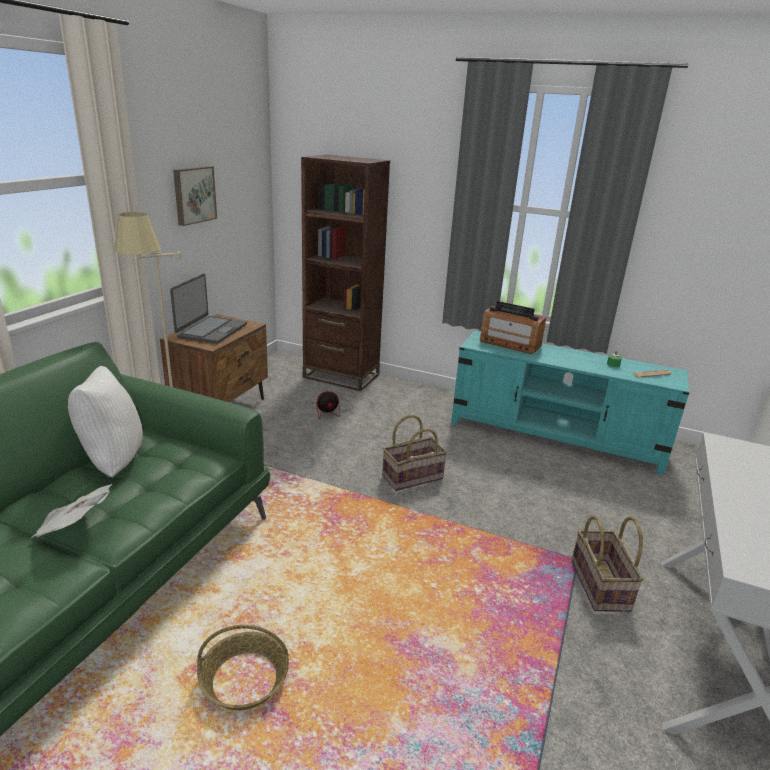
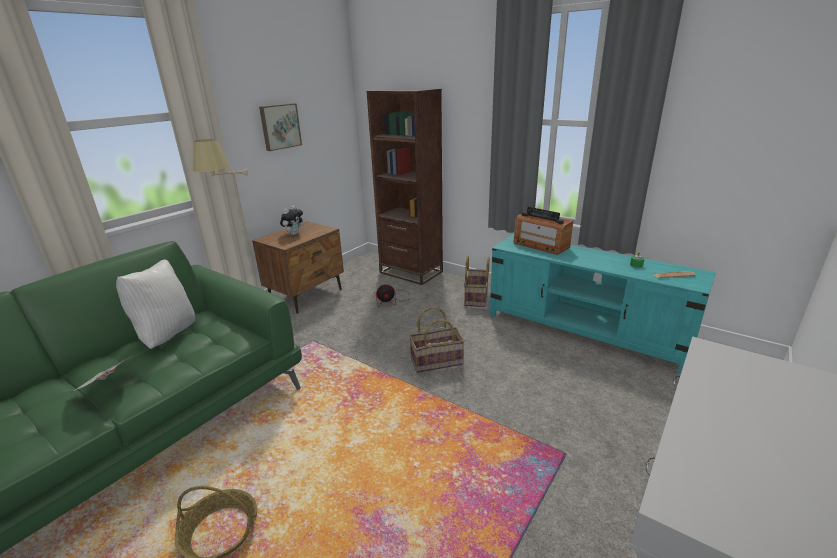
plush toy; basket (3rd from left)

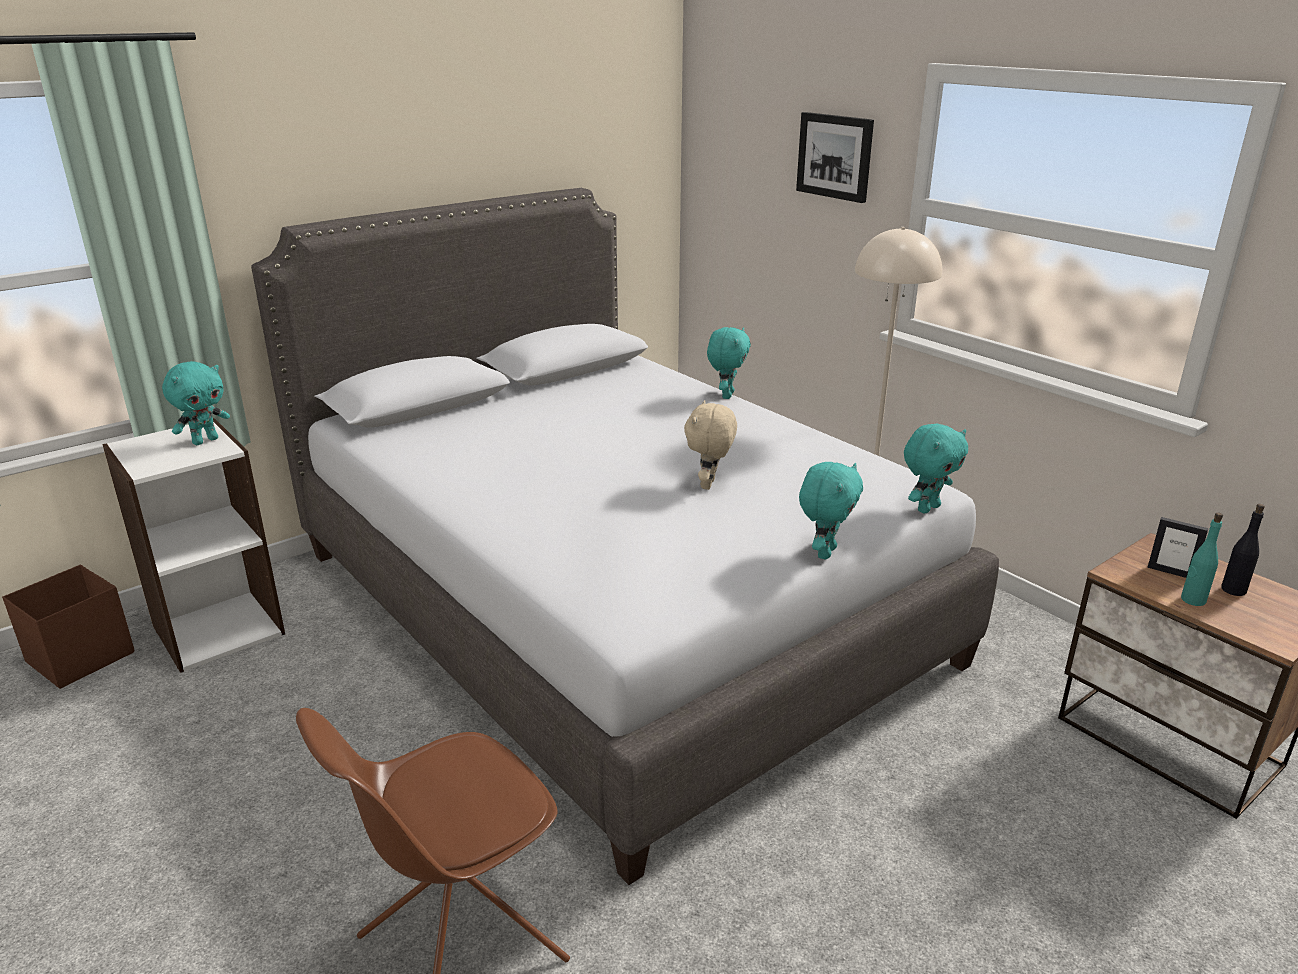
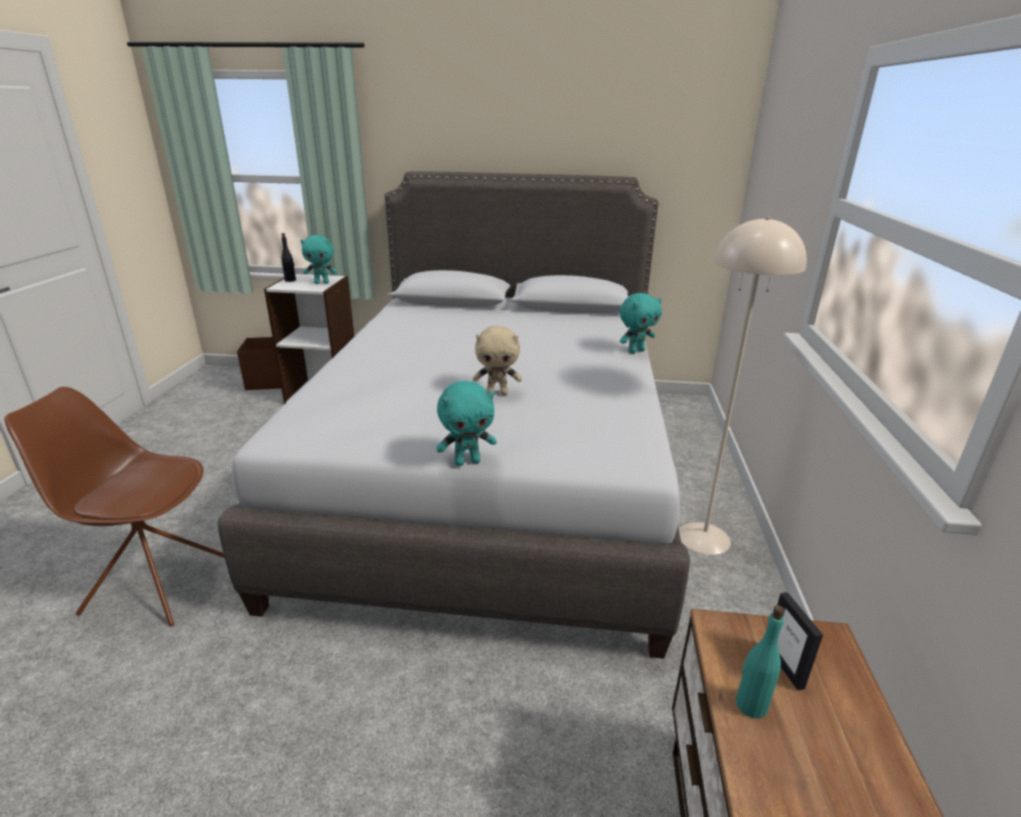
picture; plush toy (beige); plush toy (turquoise) (4th from left in the first image); bottle (black)

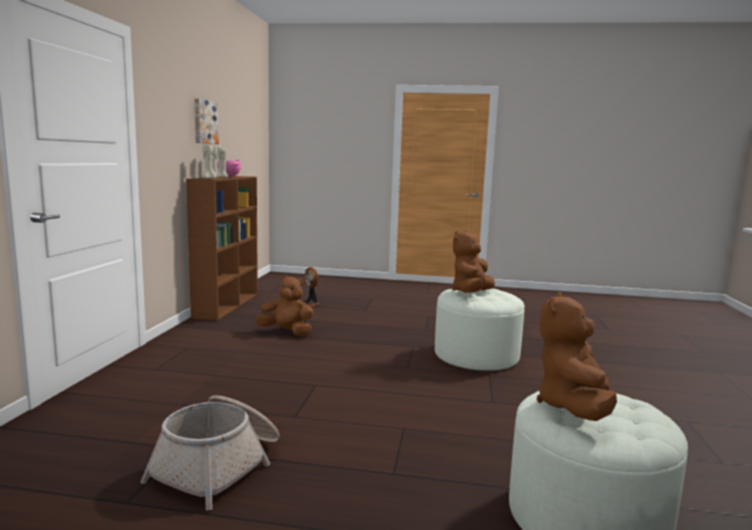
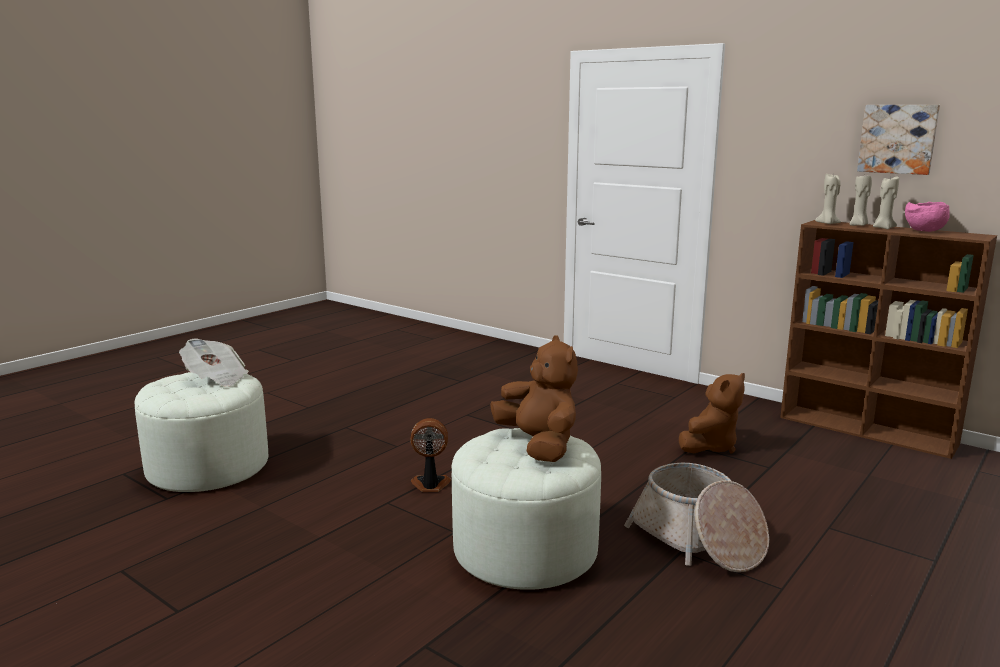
fan; newspaper; basket

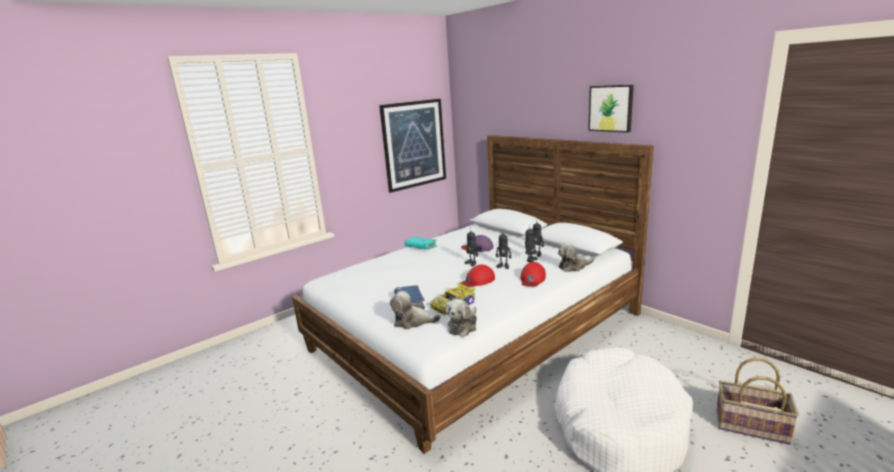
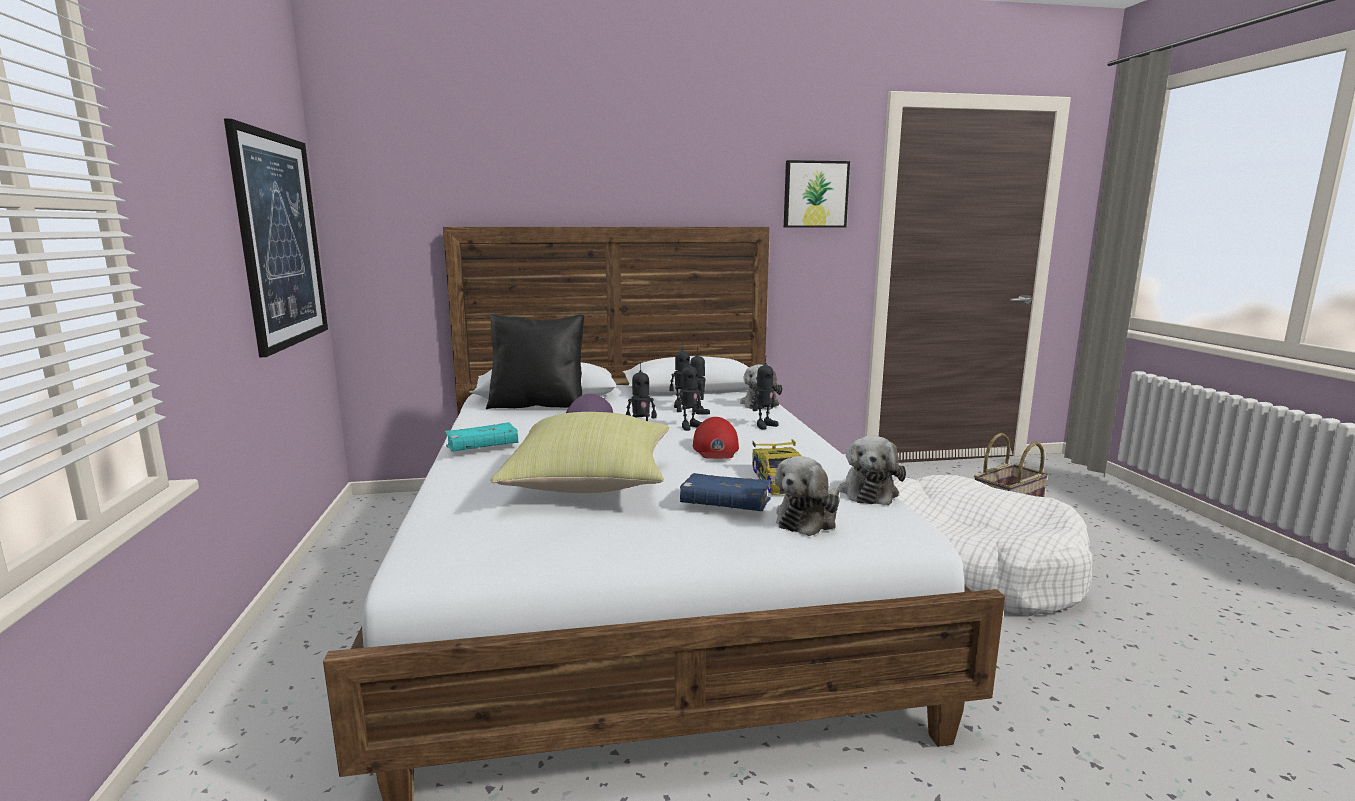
picture (2nd from left); toy robot (5th from left); plush toy (3rd from left); pillow (black); pillow (yellow)

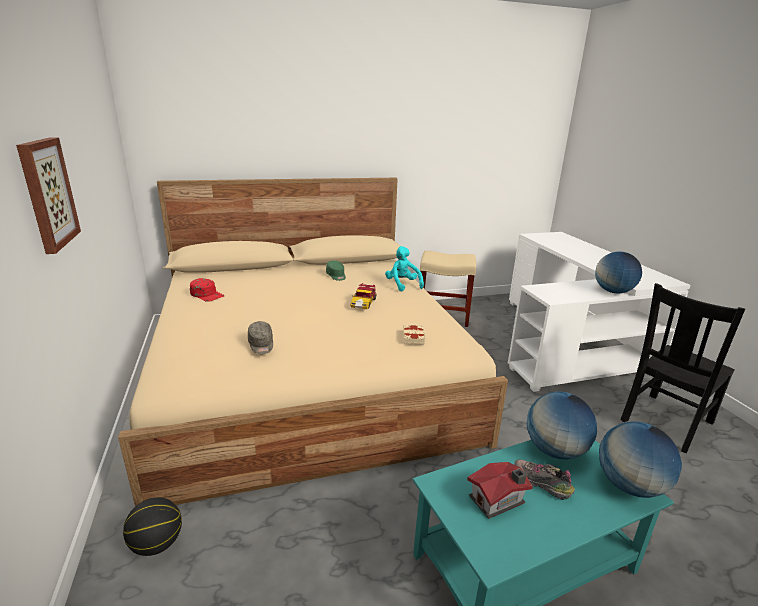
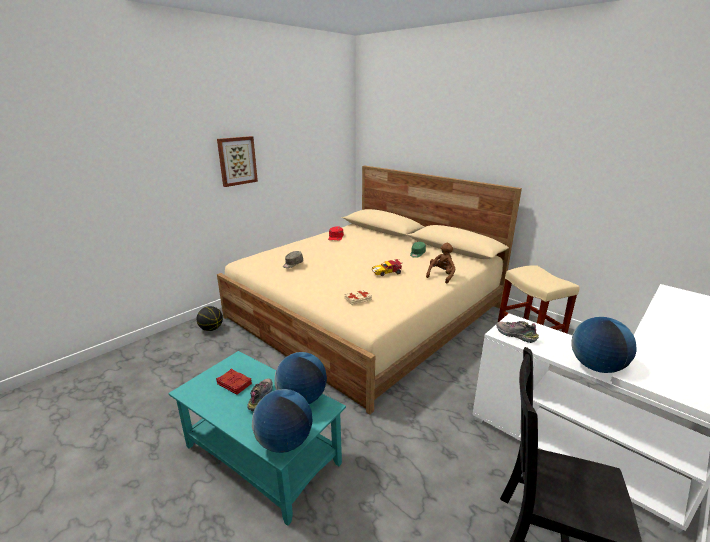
plush toy (brown); book (red); shoe (2nd from left)

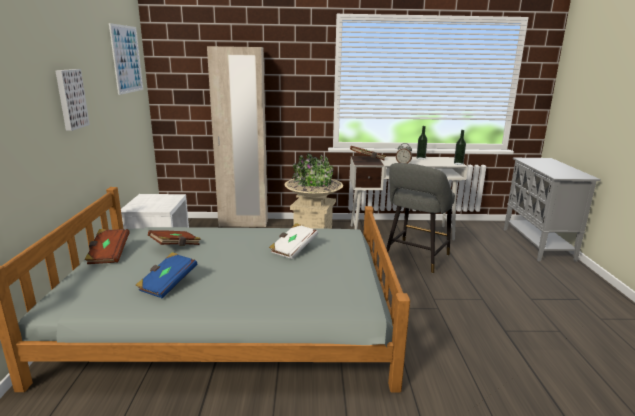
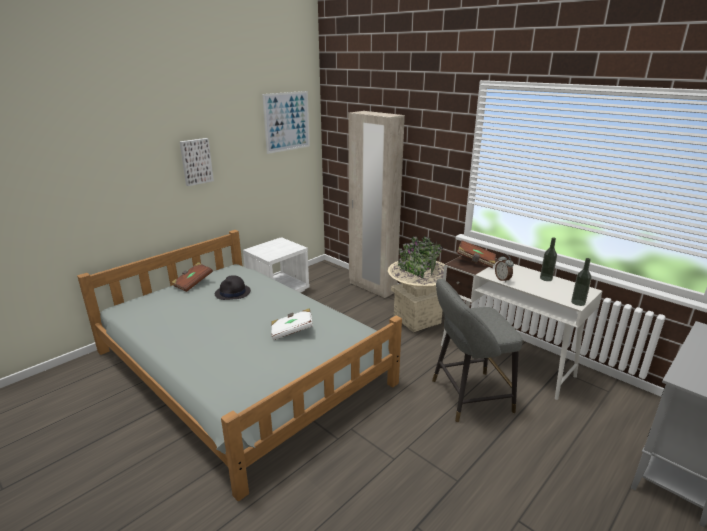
hat (black); book (blue)

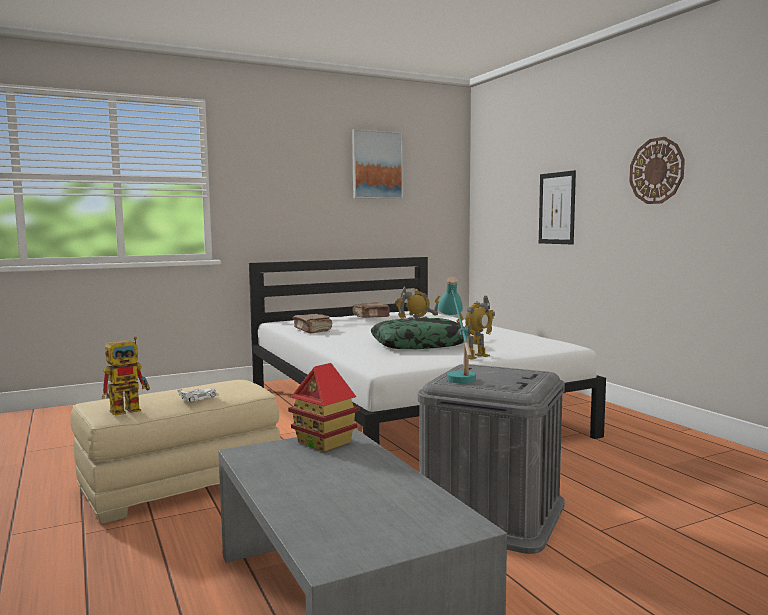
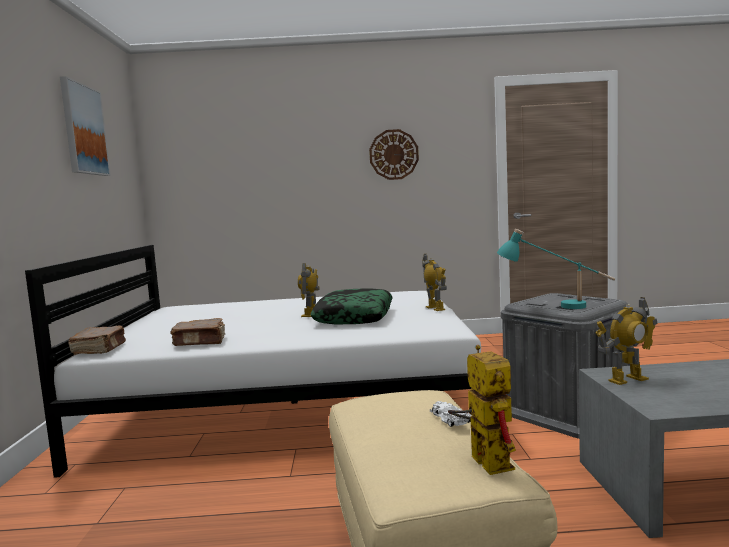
picture (2nd from left in the first image); book (brown) (1st from left); toy robot (4th from left)

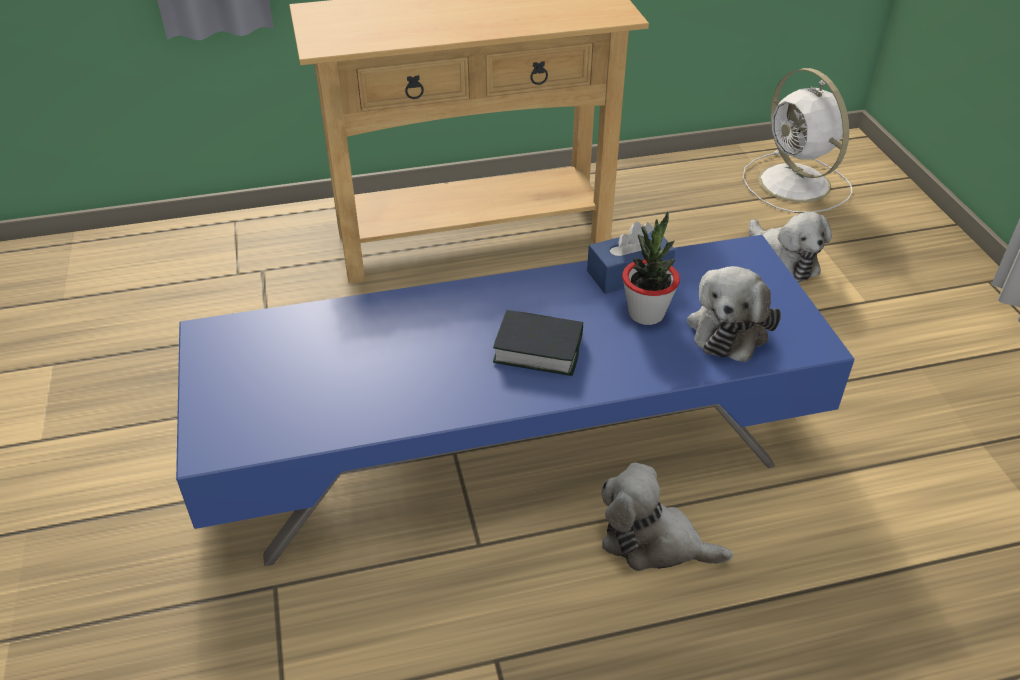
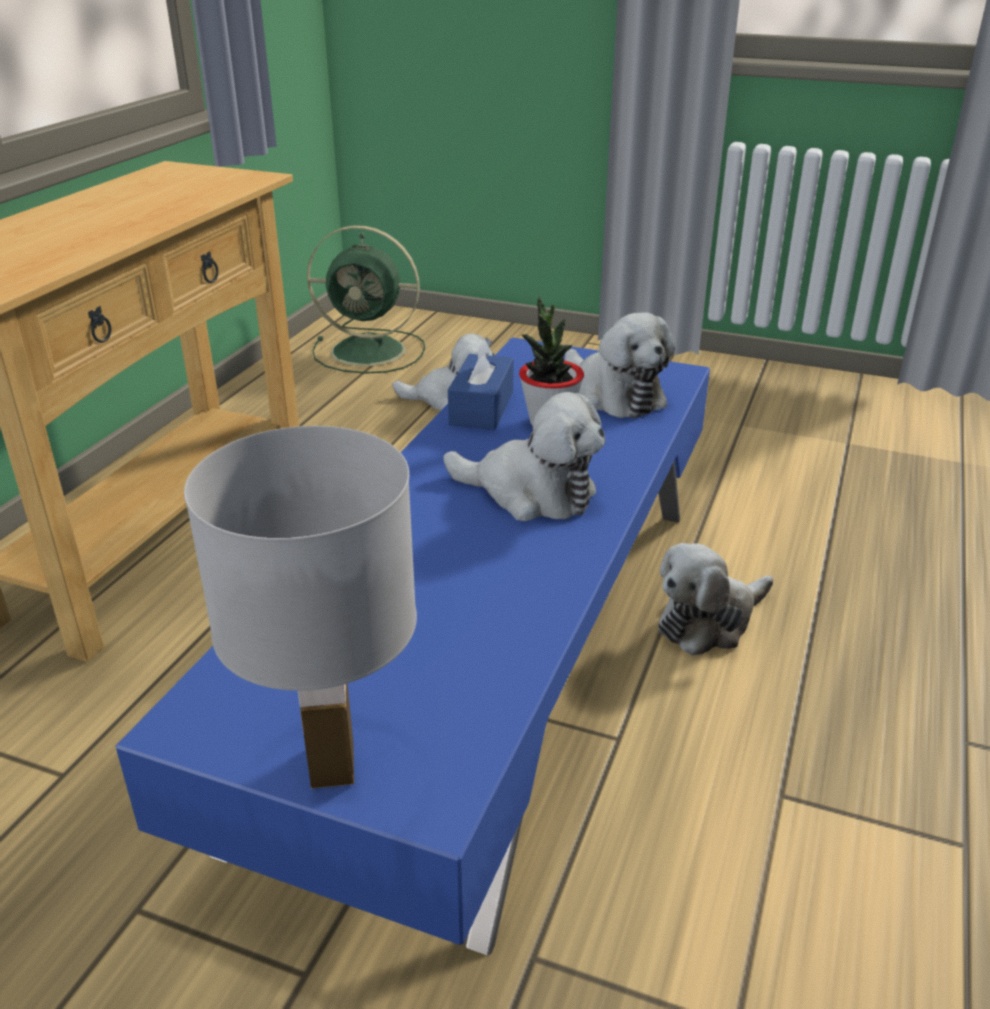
fan (green); plush toy (2nd from left); table lamp (white)

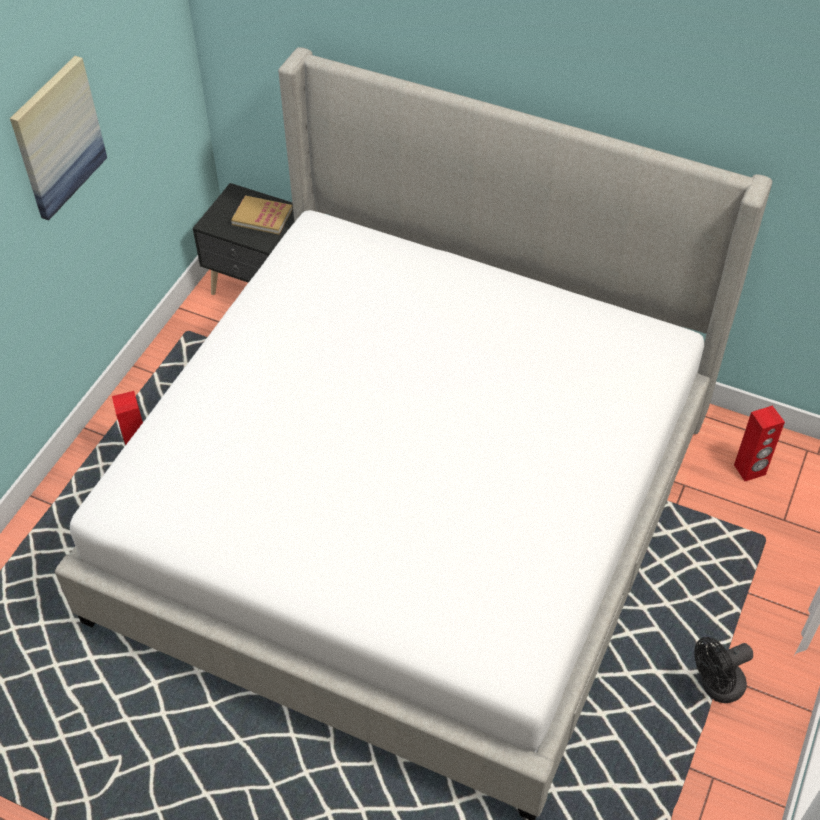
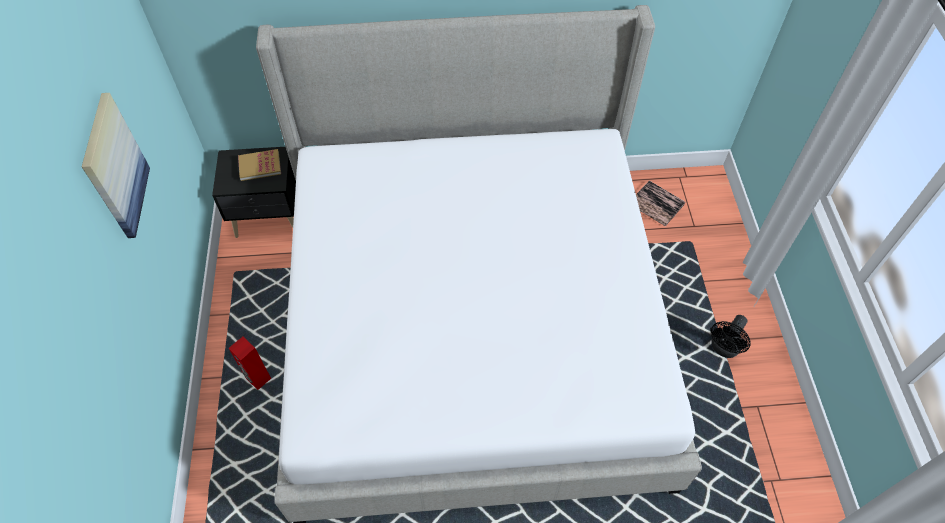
book (2nd from left)

